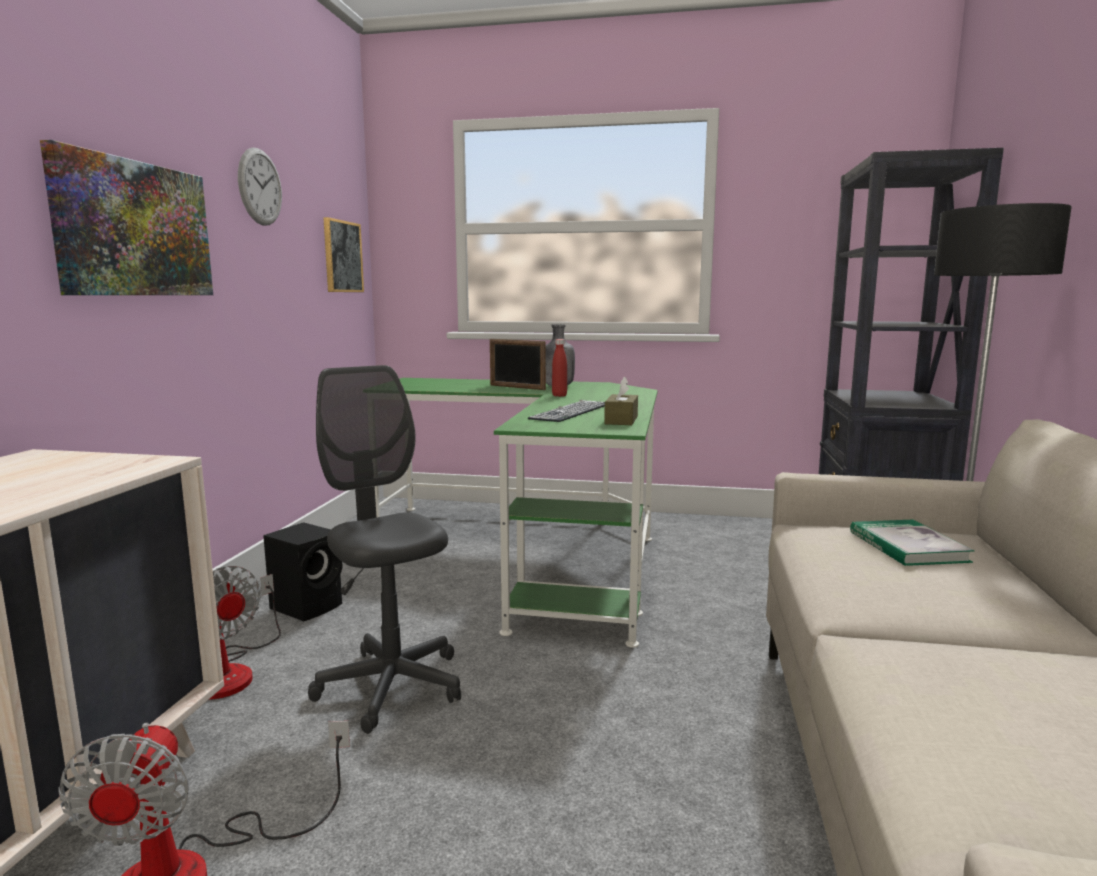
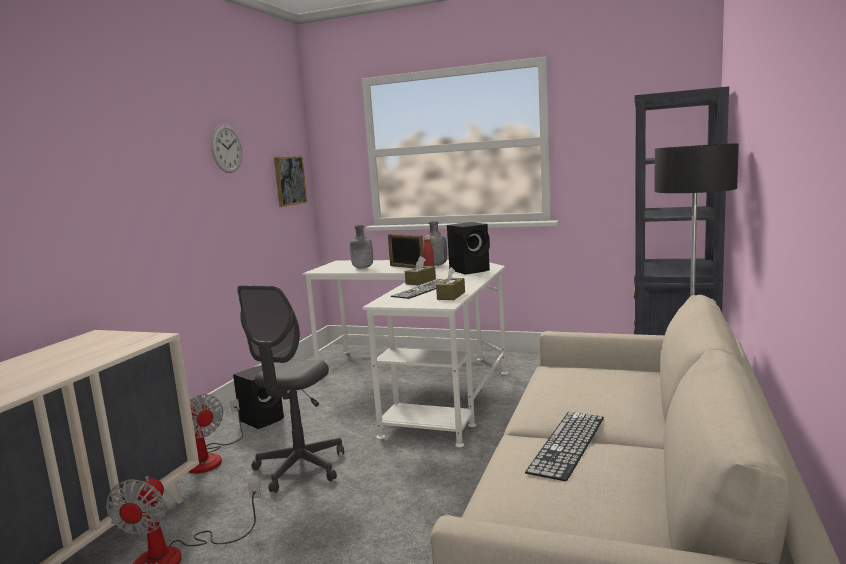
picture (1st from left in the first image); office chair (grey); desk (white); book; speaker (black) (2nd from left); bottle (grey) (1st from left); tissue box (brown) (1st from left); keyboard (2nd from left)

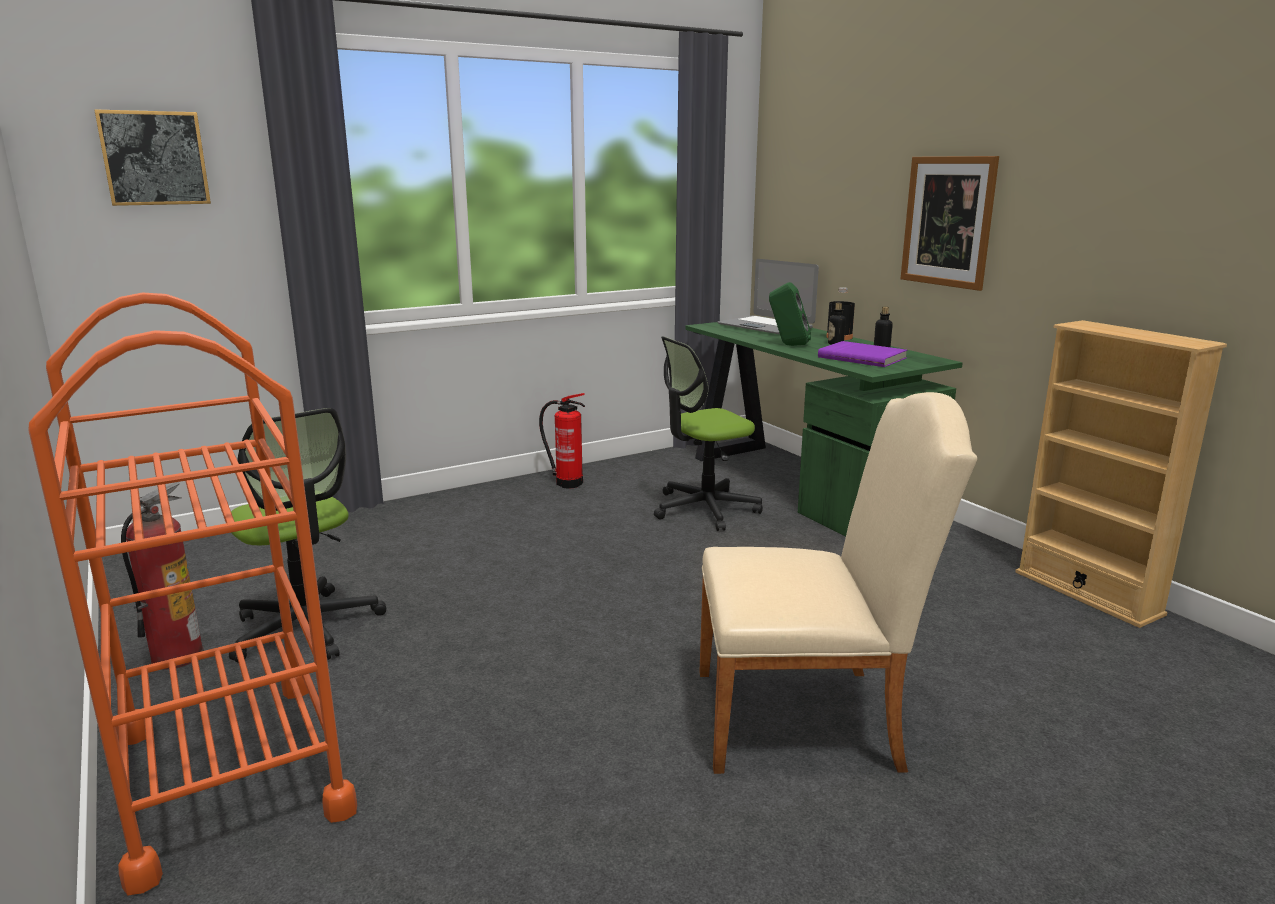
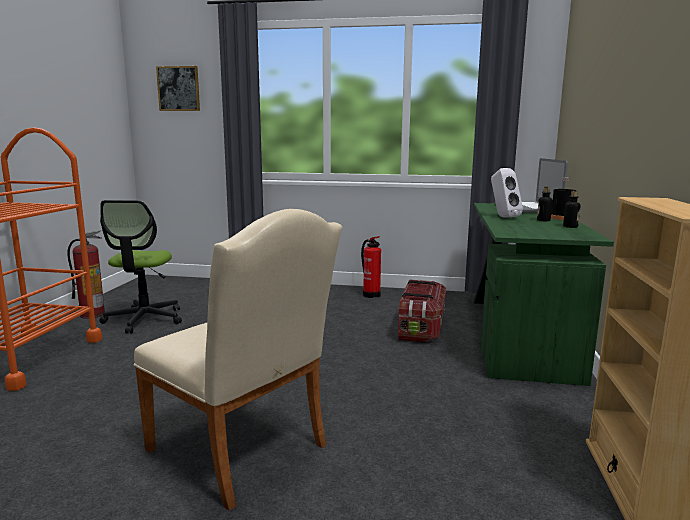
picture (2nd from left in the first image); speaker (white); storage box; book (purple)

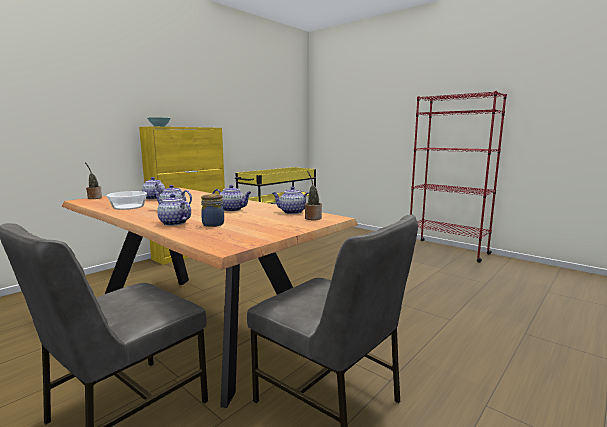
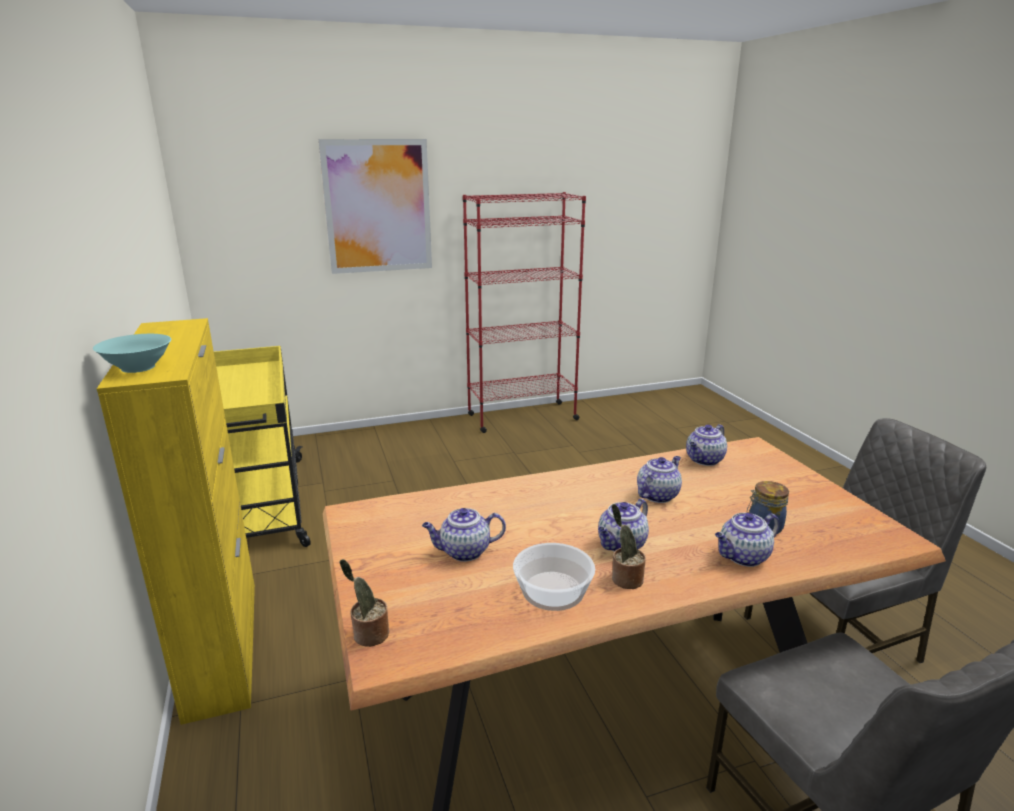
potted plant (2nd from left); picture

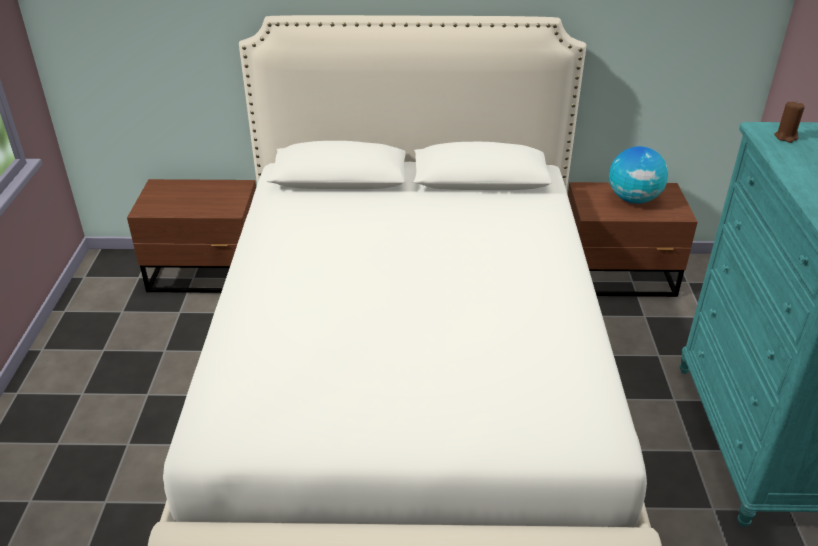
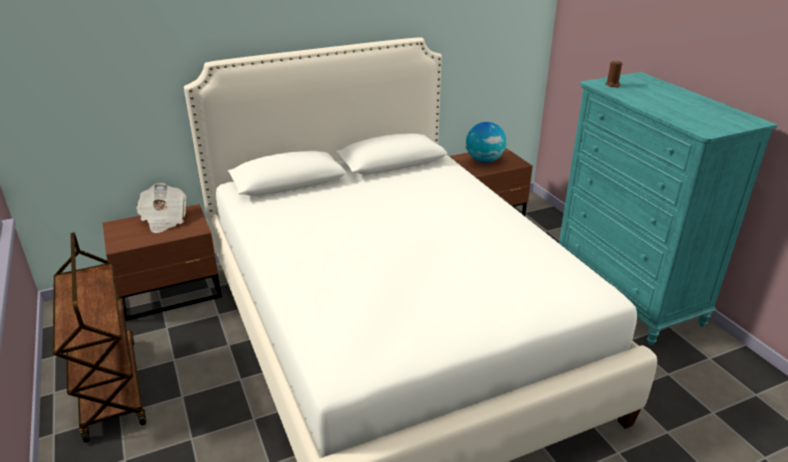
newspaper; cart (brown)

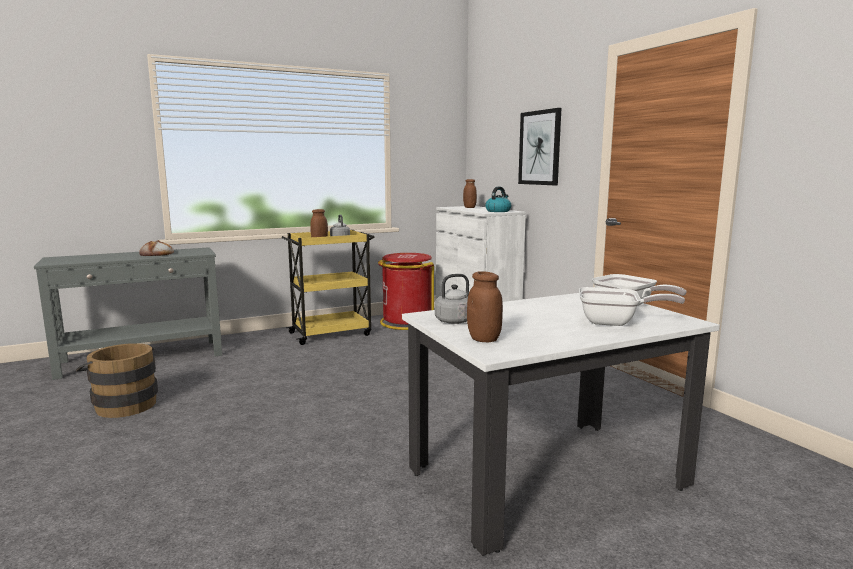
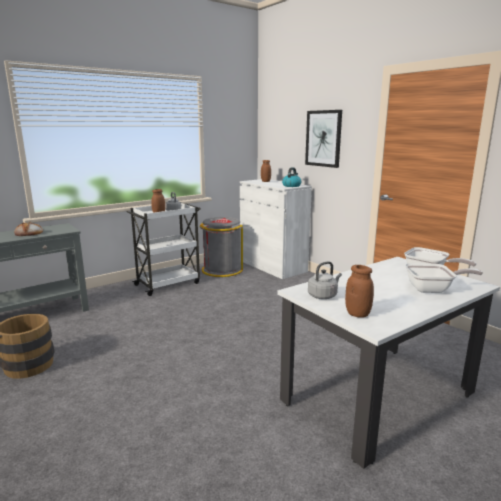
cart (white); trash can (grey)

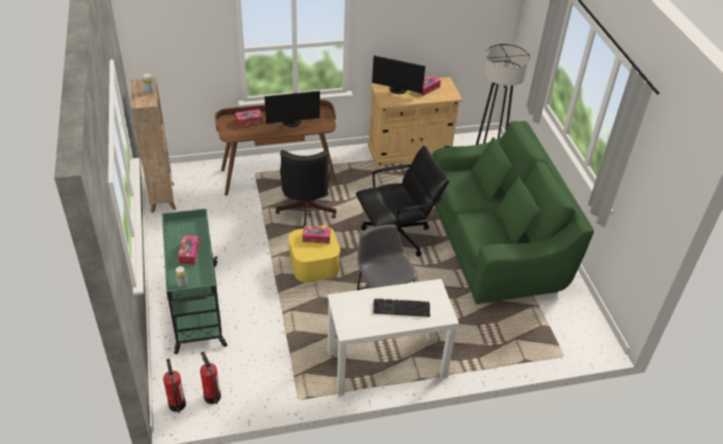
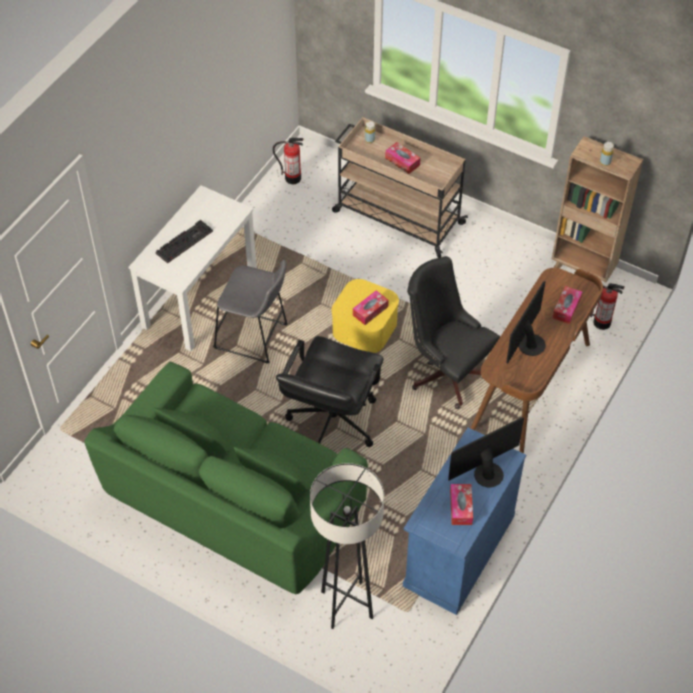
cabinet (blue); cart (beige); fire extinguisher (2nd from left)

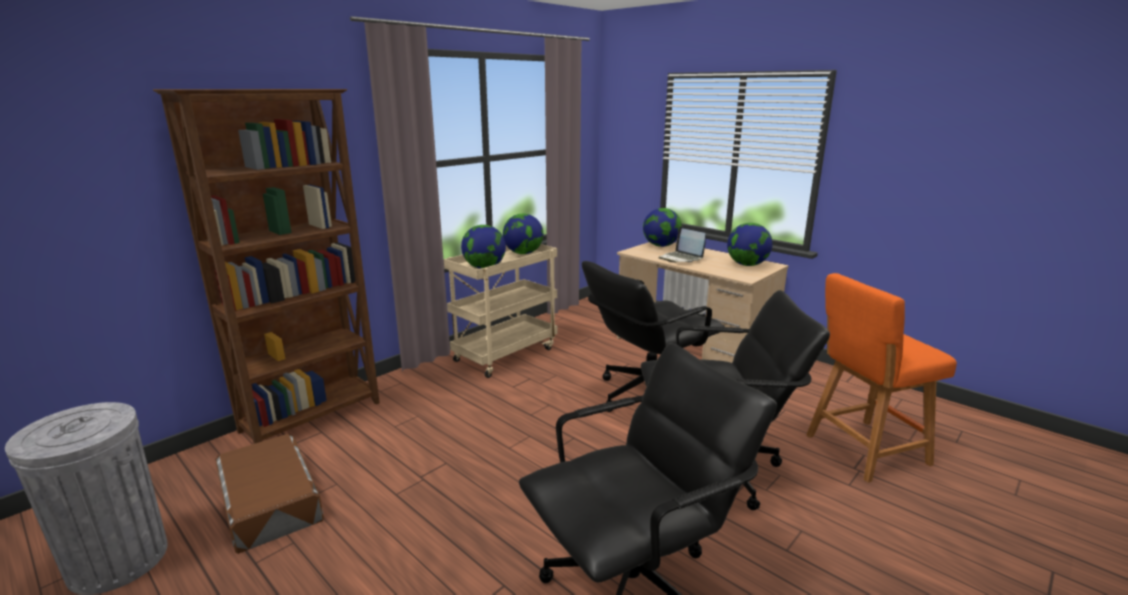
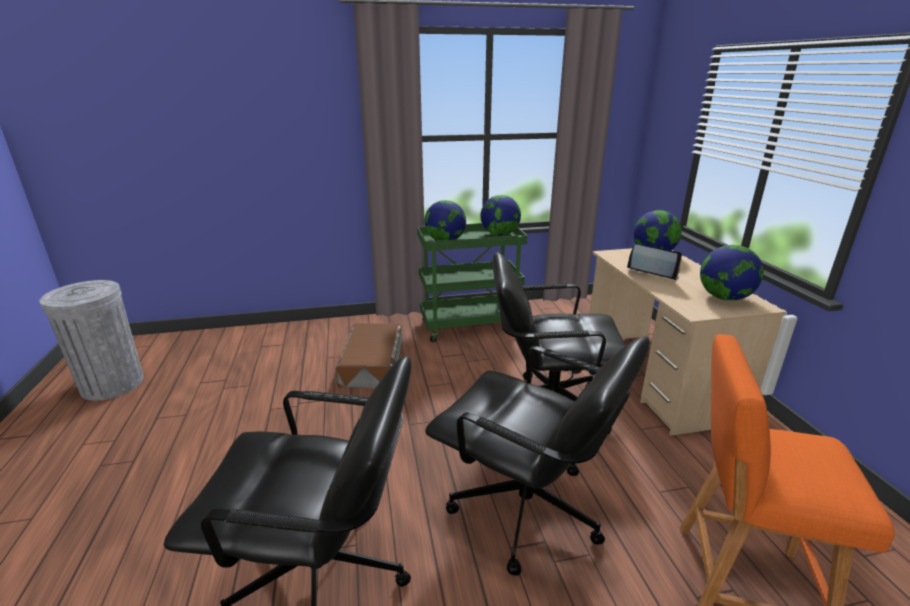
bookcase (brown); laptop; cart (green); storage box (brown)

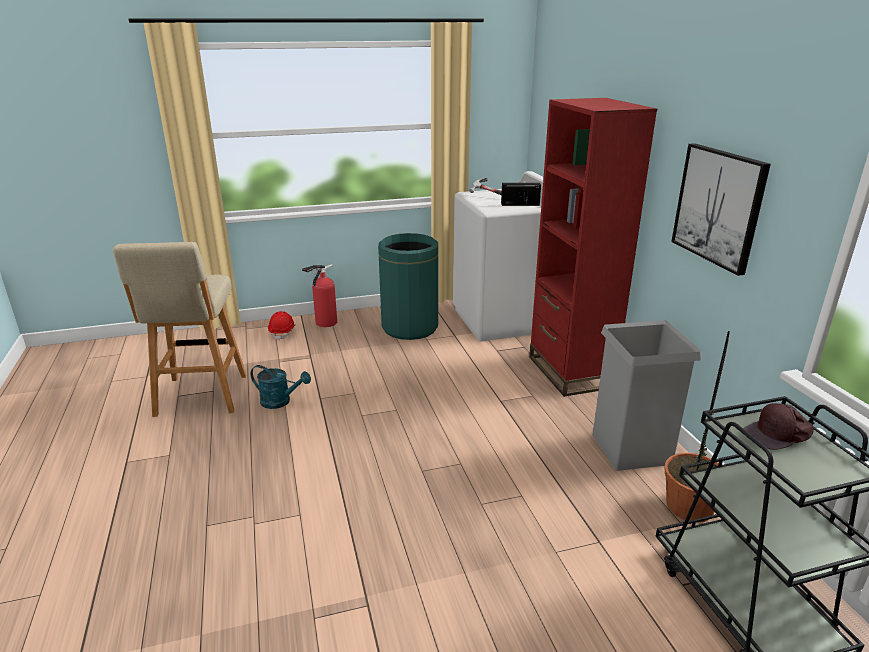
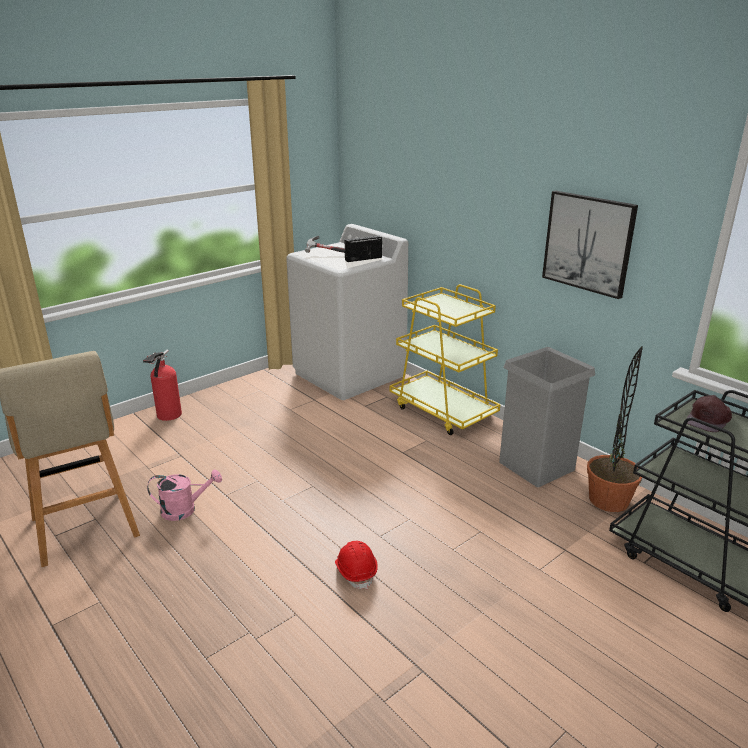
cart (yellow); trash can (green); hard hat (red); watering can (pink)

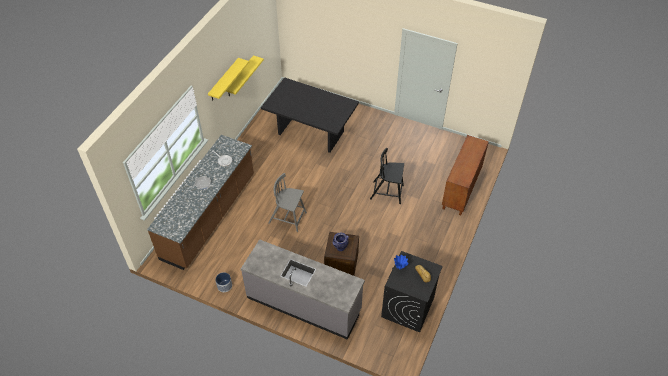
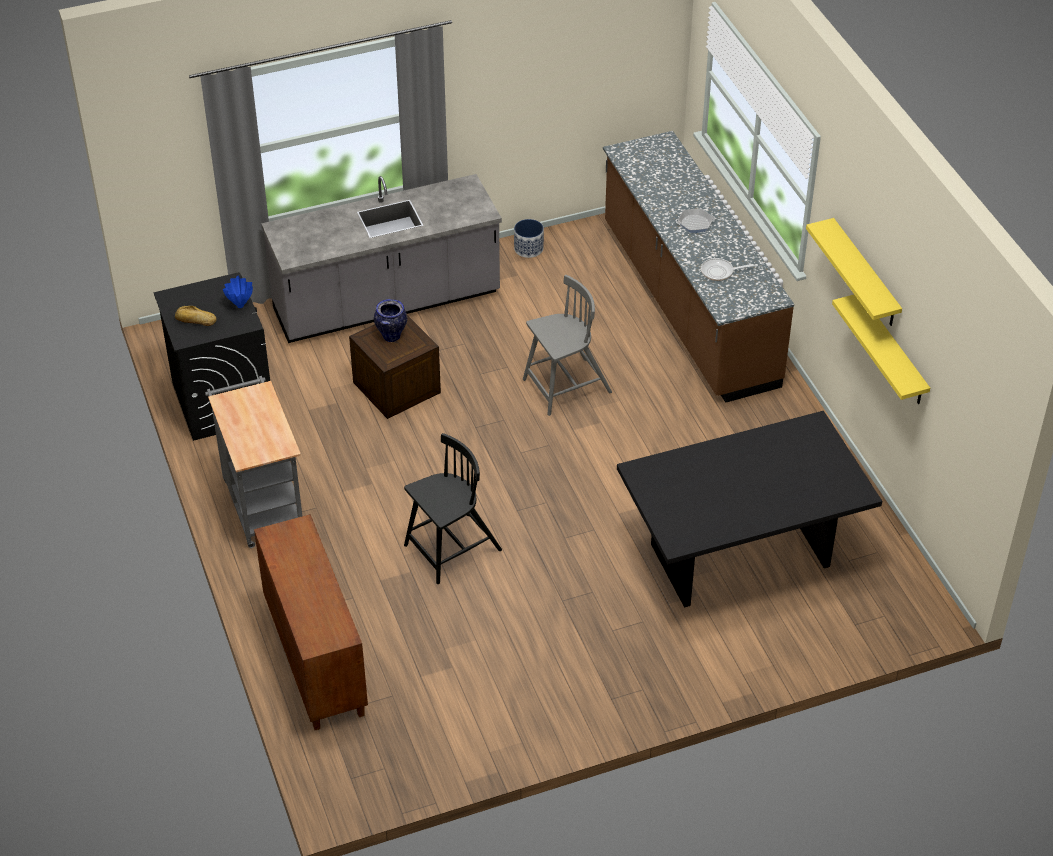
cart (grey)

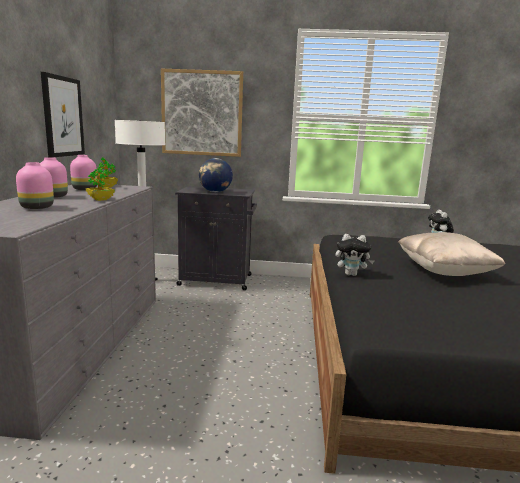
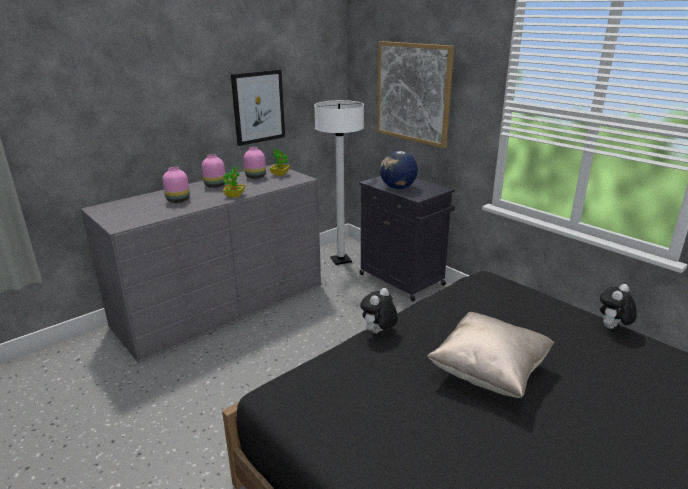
plush toy (1st from left)

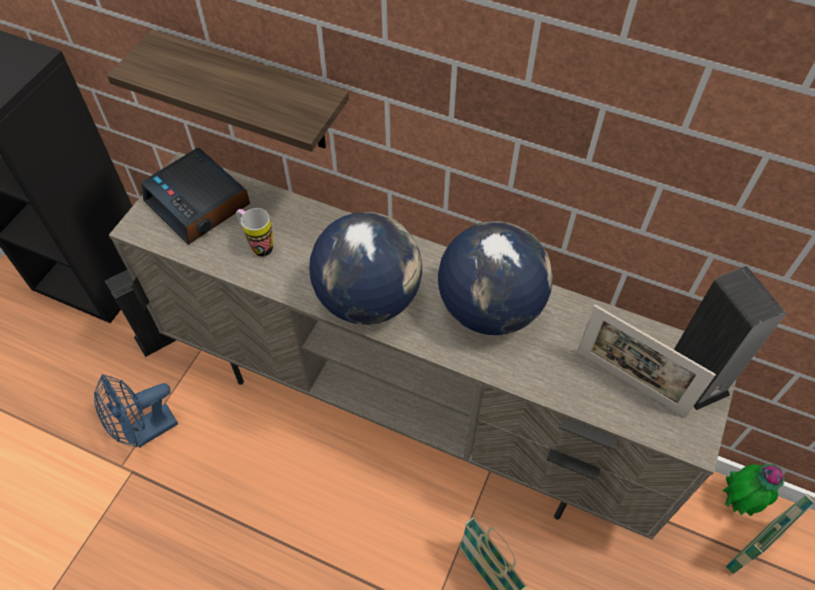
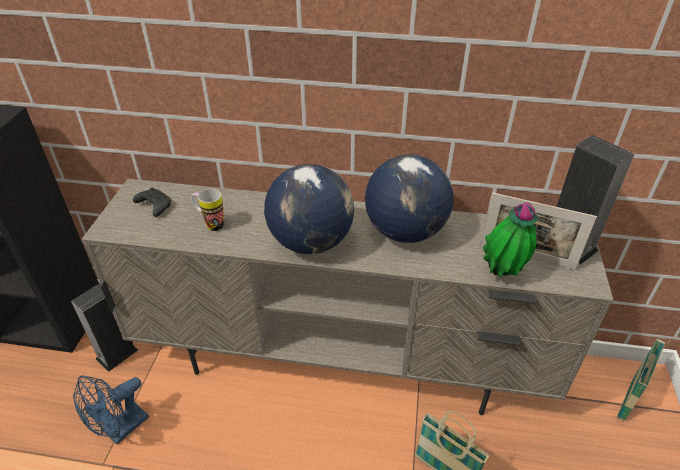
shelf; game controller (black); potted plant

